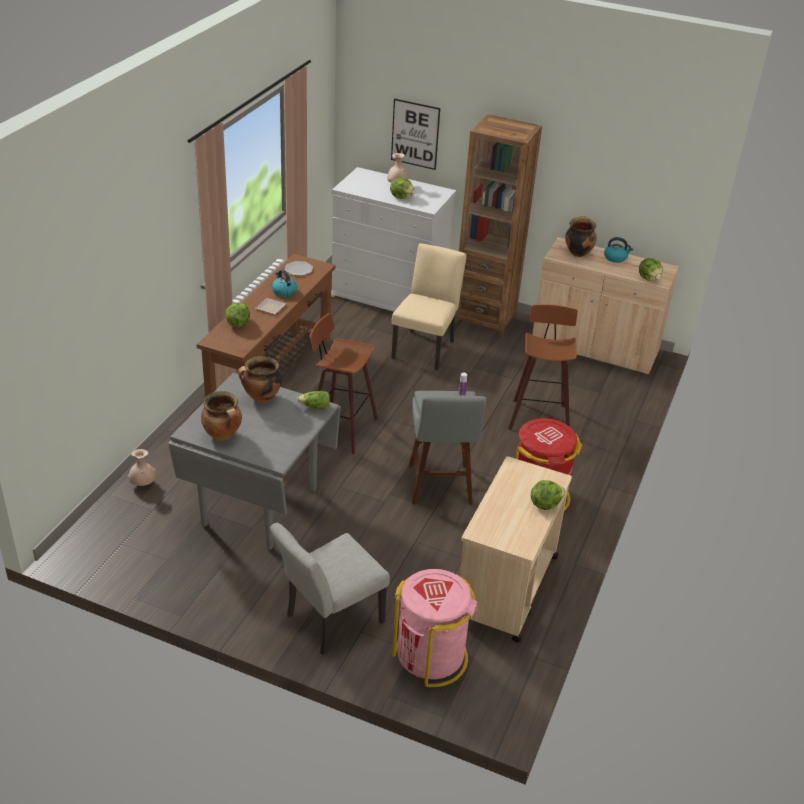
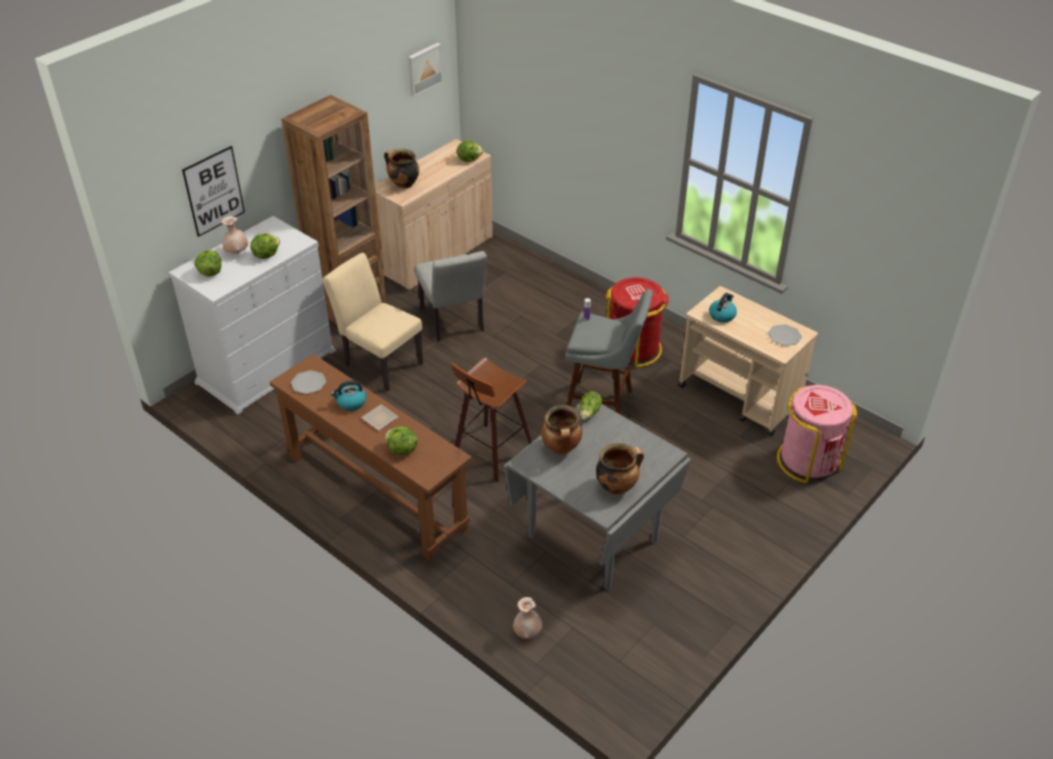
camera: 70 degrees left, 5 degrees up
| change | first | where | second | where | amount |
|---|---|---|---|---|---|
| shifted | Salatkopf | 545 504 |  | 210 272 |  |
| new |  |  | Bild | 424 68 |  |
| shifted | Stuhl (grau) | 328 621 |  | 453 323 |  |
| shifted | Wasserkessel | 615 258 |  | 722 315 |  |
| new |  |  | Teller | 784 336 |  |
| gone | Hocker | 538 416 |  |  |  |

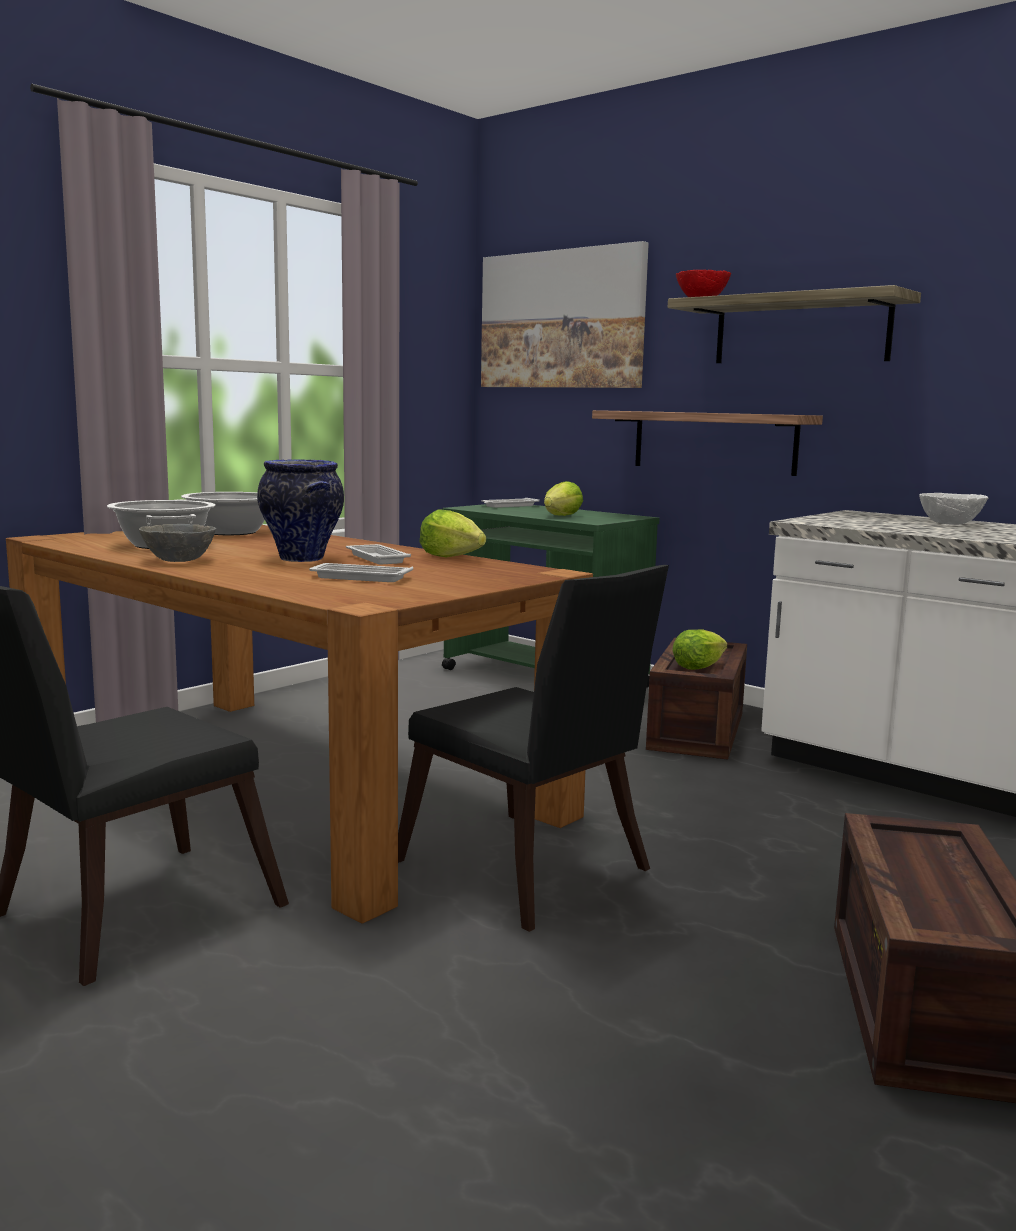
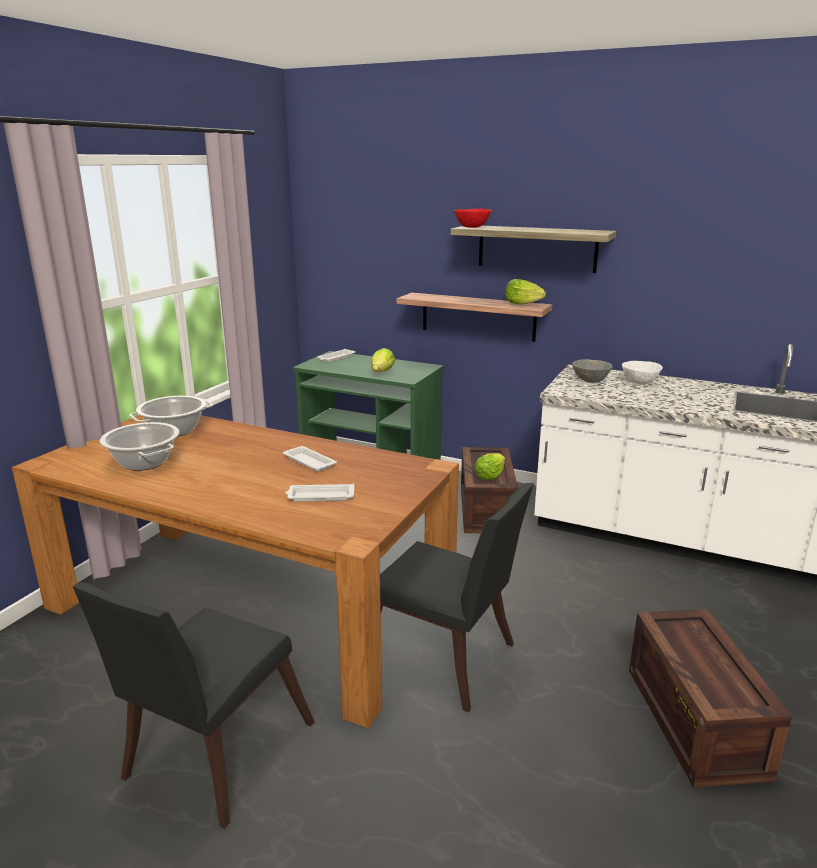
camera: 15 degrees left, 10 degrees up
| change | first | where | second | where | amount |
|---|---|---|---|---|---|
| shifted | Salatkopf | 451 557 |  | 522 304 |  |
| shifted | Schüssel (grau) | 179 560 |  | 590 380 |  |
| gone | Vase | 302 559 |  |  |  |
| gone | Bild | 562 320 |  |  |  |

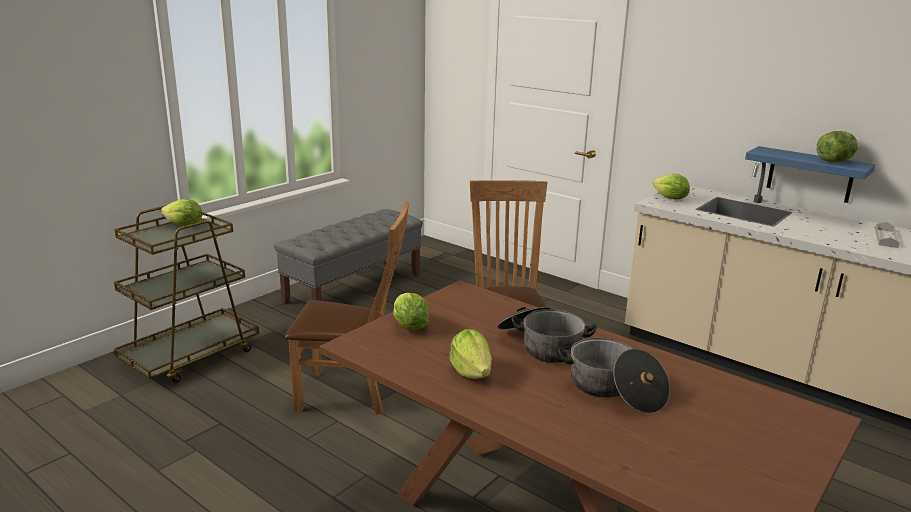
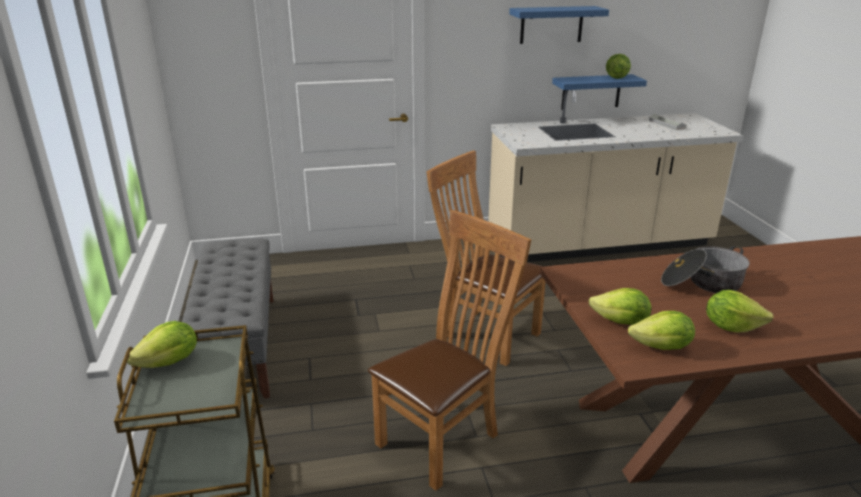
camera: 50 degrees left, 5 degrees up
| change | first | where | second | where | amount |
|---|---|---|---|---|---|
| new |  |  | Wandregal (blau) | 551 25 |  |
| shifted | Salatkopf | 670 199 |  | 662 347 |  |
| gone | Kochtopf | 614 390 |  |  |  |

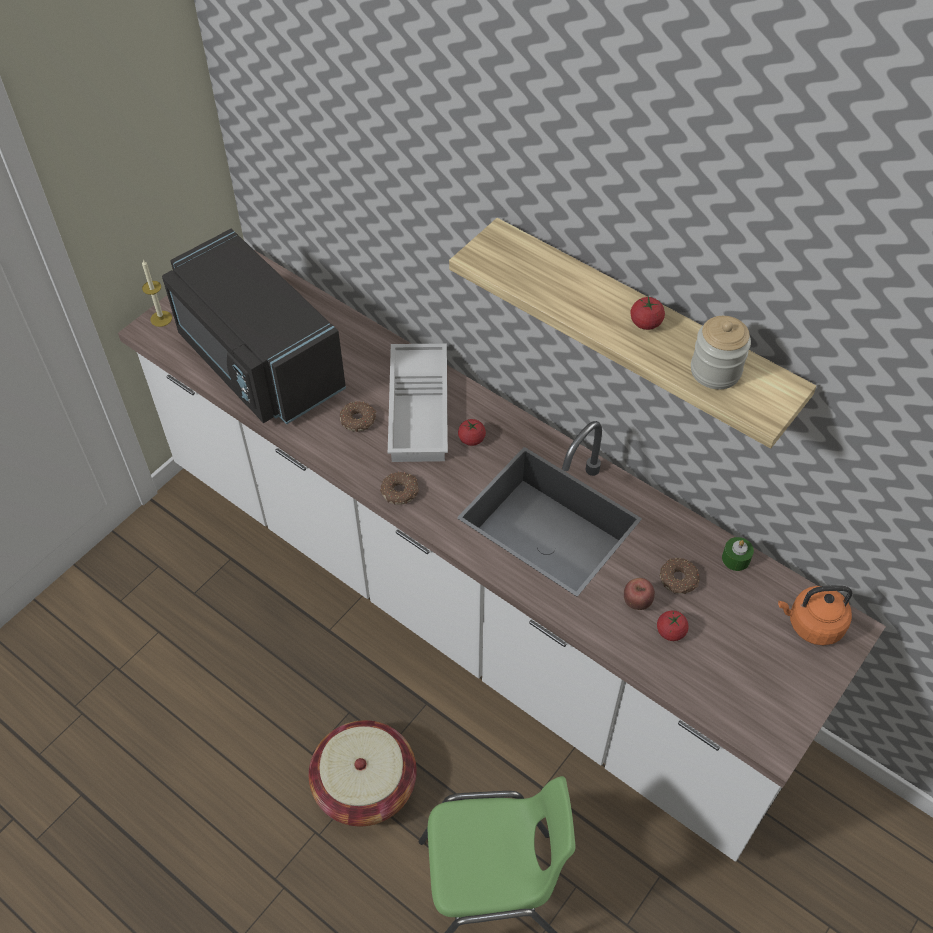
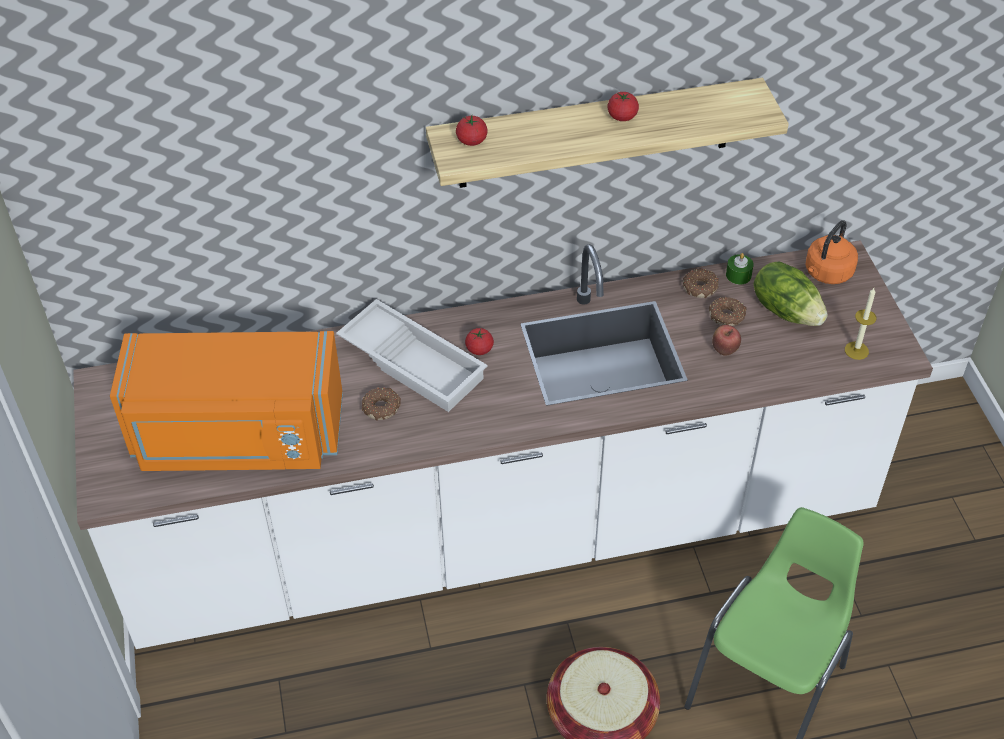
camera: 50 degrees left, 5 degrees down
| change | first | where | second | where | amount |
|---|---|---|---|---|---|
| repainted | Mikrowelle (schwarz) | 257 362 | Mikrowelle (orange) | 238 438 |  |
| shifted | Tomate | 670 631 |  | 472 141 |  |
| shifted | Donut | 400 491 |  | 700 287 |  |
| new |  |  | Salatkopf | 786 310 |  |
| shifted | Kerze | 161 318 |  | 856 350 |  |
| gone | Vorratsglas | 715 371 |  |  |  |

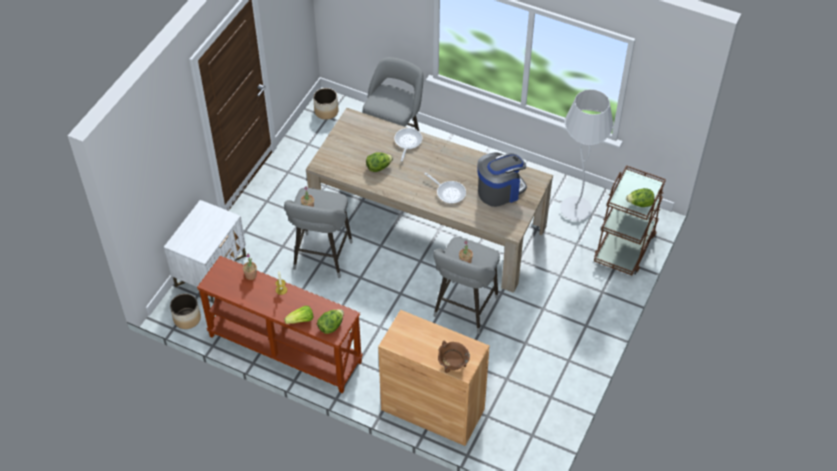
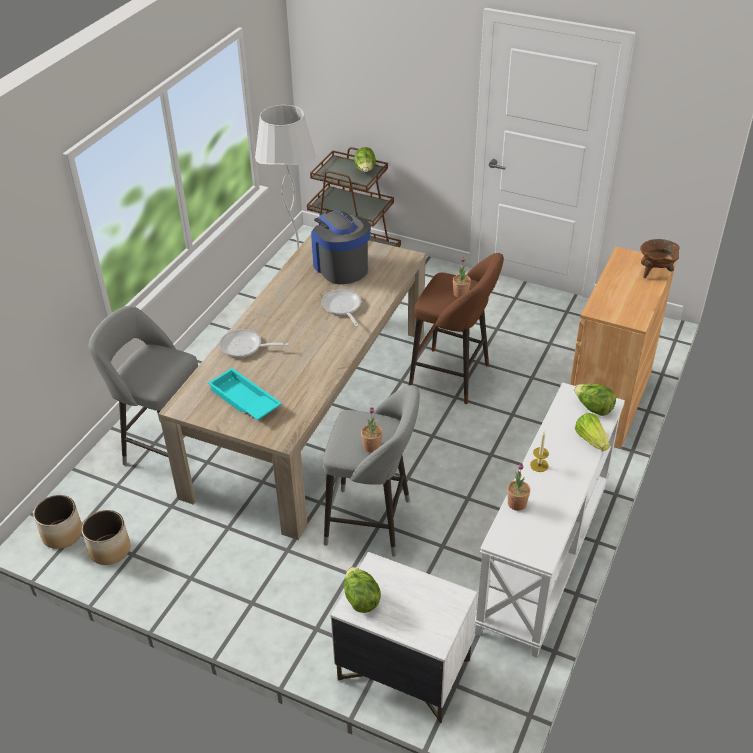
camera: 90 degrees left, 10 degrees down
| change | first | where | second | where | amount |
|---|---|---|---|---|---|
| shifted | Pflanzkübel | 187 319 |  | 110 550 |  |
| new |  |  | Tablett (türkis) | 243 400 |  |
| rotated | Pfanne | 449 192 |  | 342 308 | 60 degrees counterclockwise |
| shifted | Salatkopf | 379 167 |  | 361 599 |  |
| repainted | Hocker (grau) | 464 310 | Hocker (braun) | 454 377 |  |
| repainted | Konsolentisch (braun) | 284 349 | Konsolentisch (weiß) | 545 557 |  |

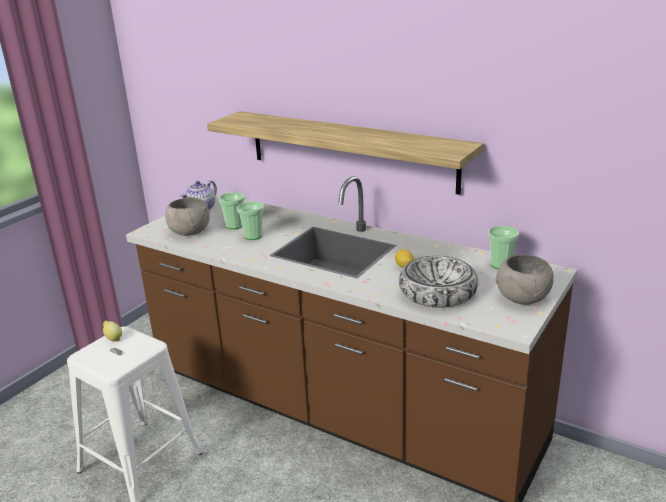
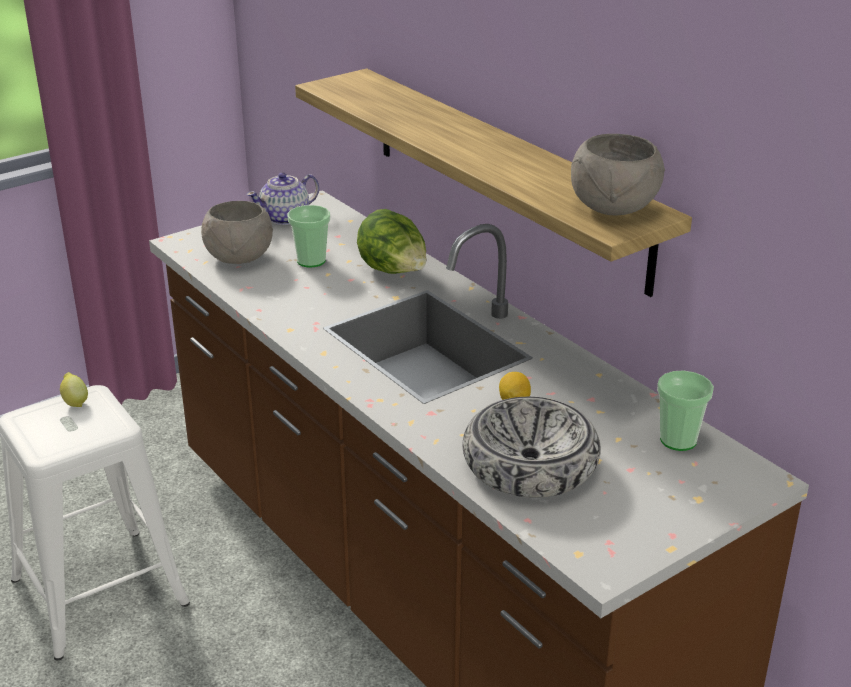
camera: 20 degrees right, 5 degrees up
| change | first | where | second | where | amount |
|---|---|---|---|---|---|
| new |  |  | Salatkopf | 394 272 |  |
| shifted | Schüssel (grau) | 522 298 |  | 612 208 |  |
| gone | Tasse | 253 236 |  |  |  |

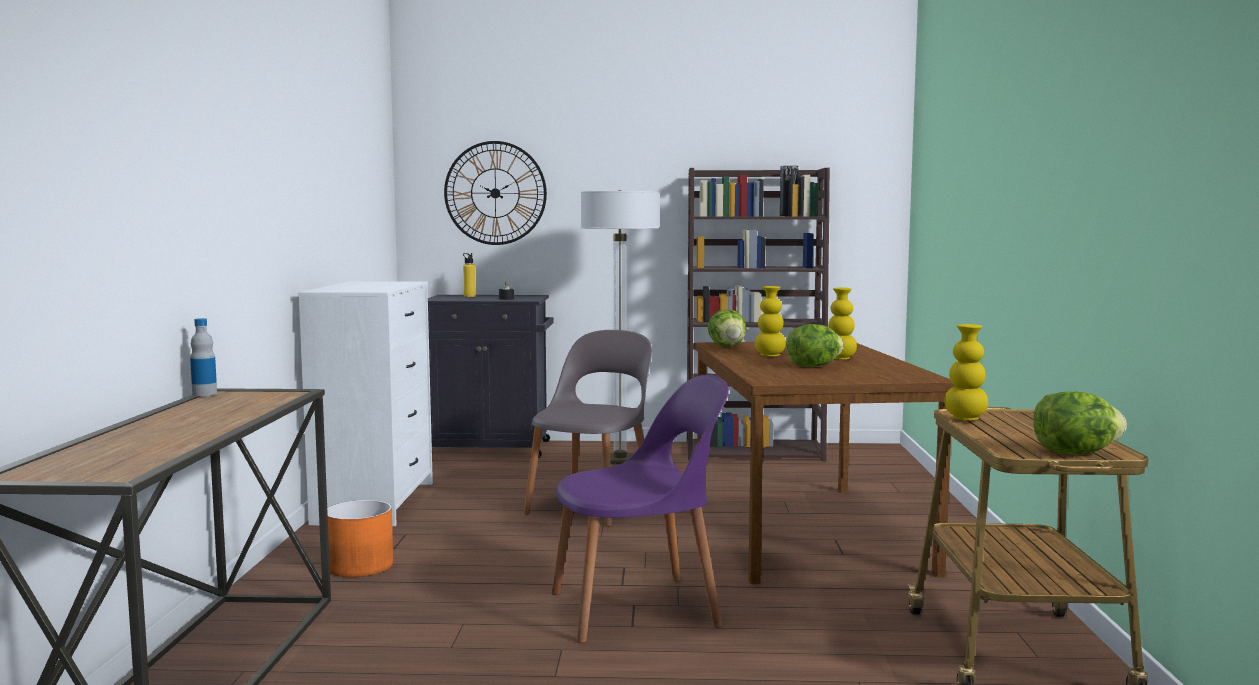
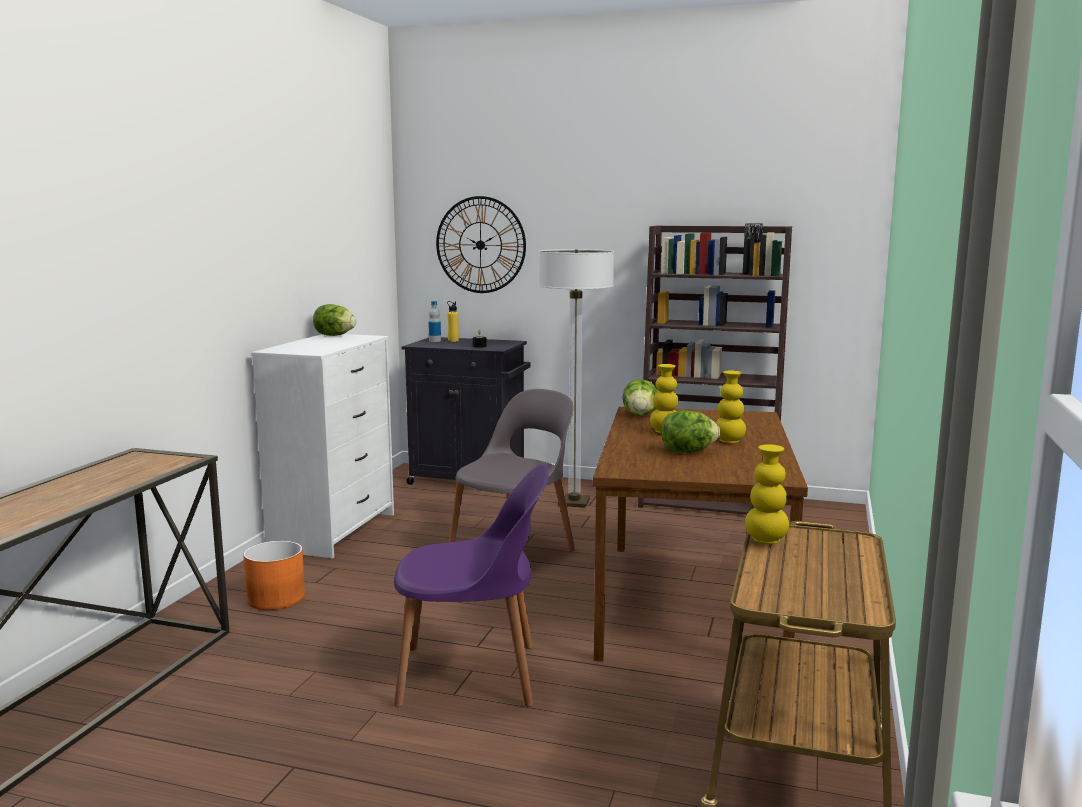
camera: 15 degrees right, 5 degrees up
| change | first | where | second | where | amount |
|---|---|---|---|---|---|
| shifted | Salatkopf | 1075 453 |  | 334 335 |  |
| shifted | Flasche | 204 394 |  | 435 341 |  |

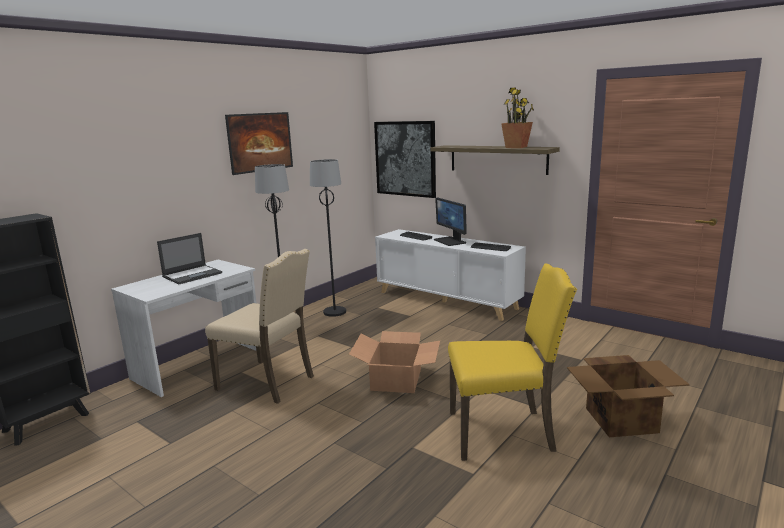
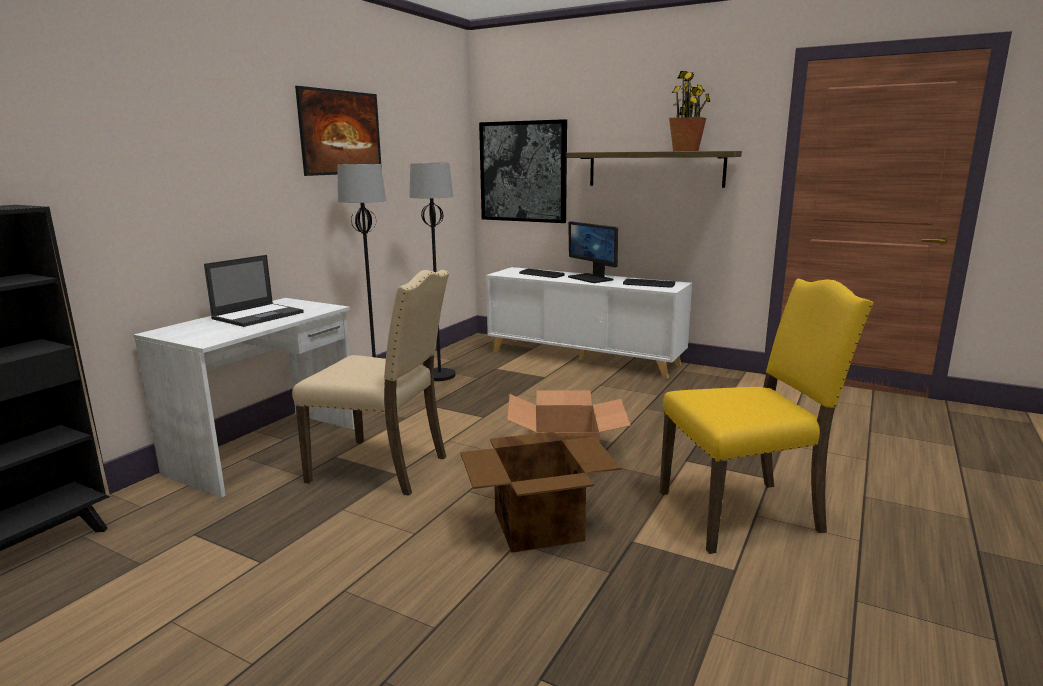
camera: 10 degrees left, 0 degrees up
| change | first | where | second | where | amount |
|---|---|---|---|---|---|
| shifted | Karton | 622 420 |  | 539 525 |  |

